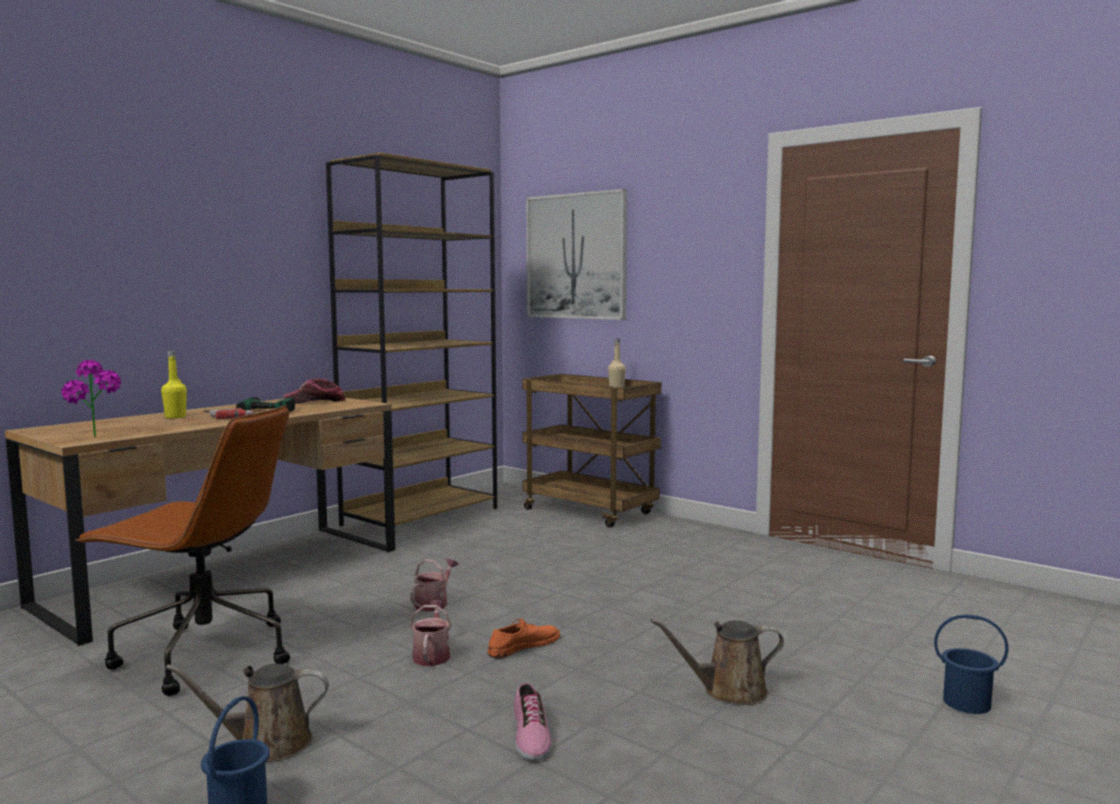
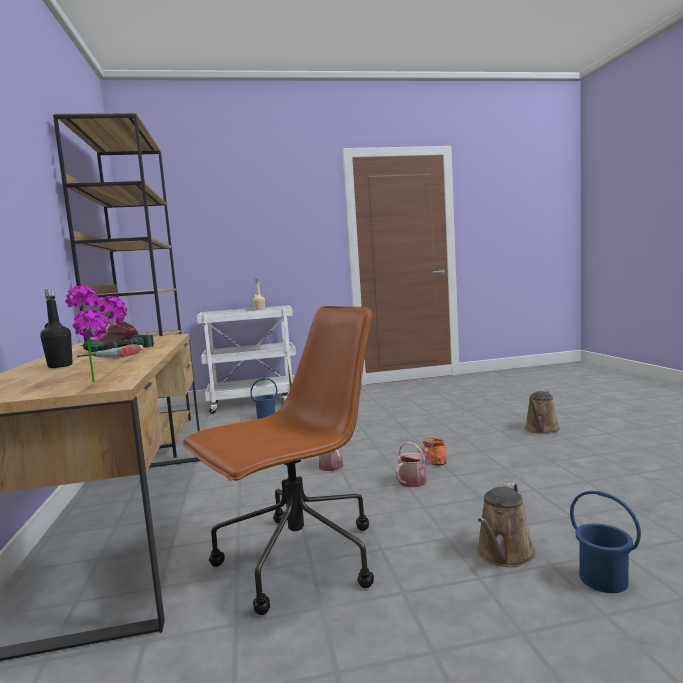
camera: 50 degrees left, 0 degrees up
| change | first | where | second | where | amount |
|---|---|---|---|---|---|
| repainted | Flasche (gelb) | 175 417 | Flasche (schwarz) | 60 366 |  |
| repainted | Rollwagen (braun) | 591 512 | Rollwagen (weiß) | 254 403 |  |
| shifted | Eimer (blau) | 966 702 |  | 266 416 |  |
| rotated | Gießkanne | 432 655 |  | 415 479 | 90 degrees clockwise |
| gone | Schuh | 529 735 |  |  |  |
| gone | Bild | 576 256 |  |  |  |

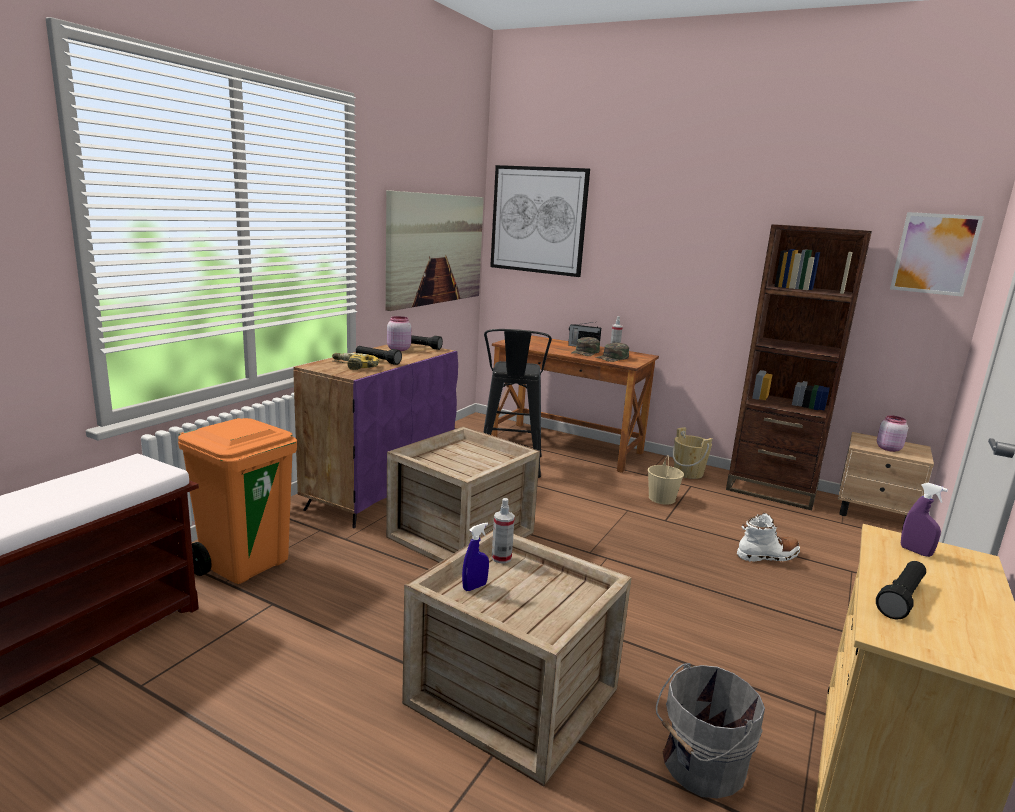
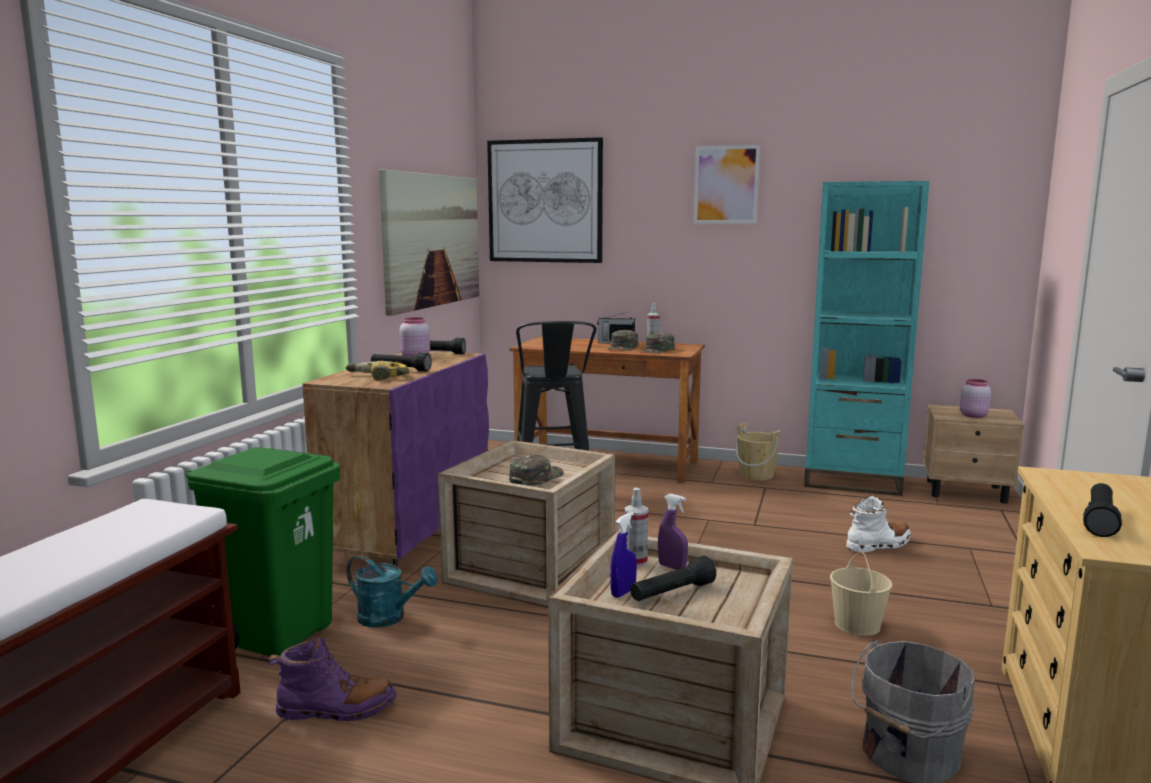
camera: 10 degrees left, 5 degrees down
| change | first | where | second | where | amount |
|---|---|---|---|---|---|
| repainted | Mülleimer (orange) | 245 564 | Mülleimer (grün) | 277 635 |  |
| new |  |  | Stiefel (lila) | 336 709 |  |
| new |  |  | Gießkanne (türkis) | 389 618 |  |
| new |  |  | Kappe (grün) | 535 477 |  |
| new |  |  | Taschenlampe (schwarz) | 672 593 |  |
| shifted | Sprühflasche (lila) | 915 551 |  | 672 567 |  |
| shifted | Bild | 934 254 |  | 726 185 |  |
| repainted | Bücherregal (braun) | 771 490 | Bücherregal (türkis) | 852 481 |  |
| shifted | Eimer (beige) | 662 499 |  | 858 625 |  |

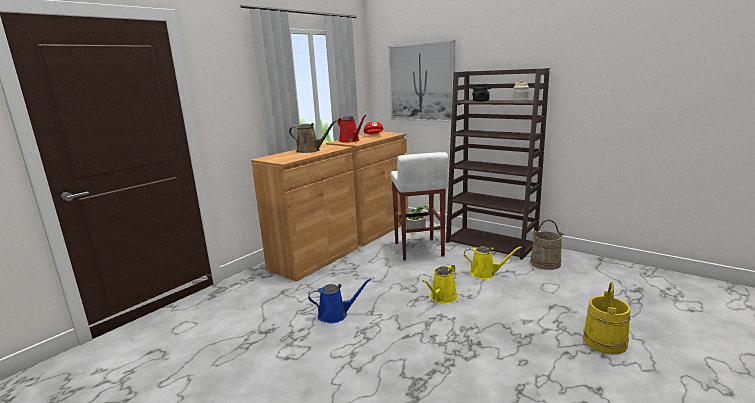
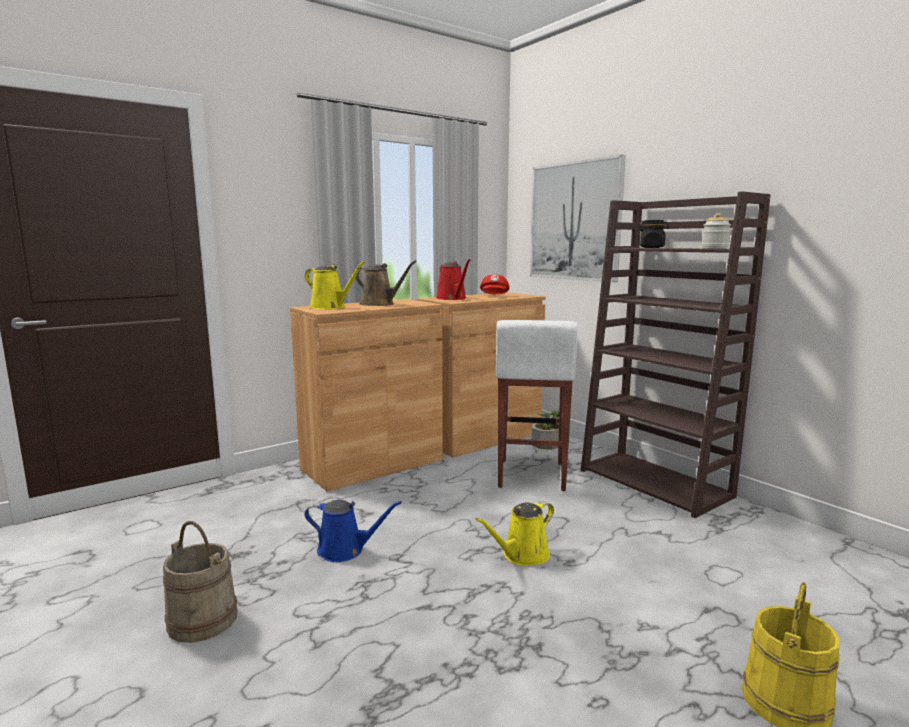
camera: 15 degrees right, 5 degrees down
| change | first | where | second | where | amount |
|---|---|---|---|---|---|
| shifted | Eimer (beige) | 545 263 |  | 203 619 |  |
| shifted | Gießkanne (gelb) | 485 273 |  | 330 307 |  |

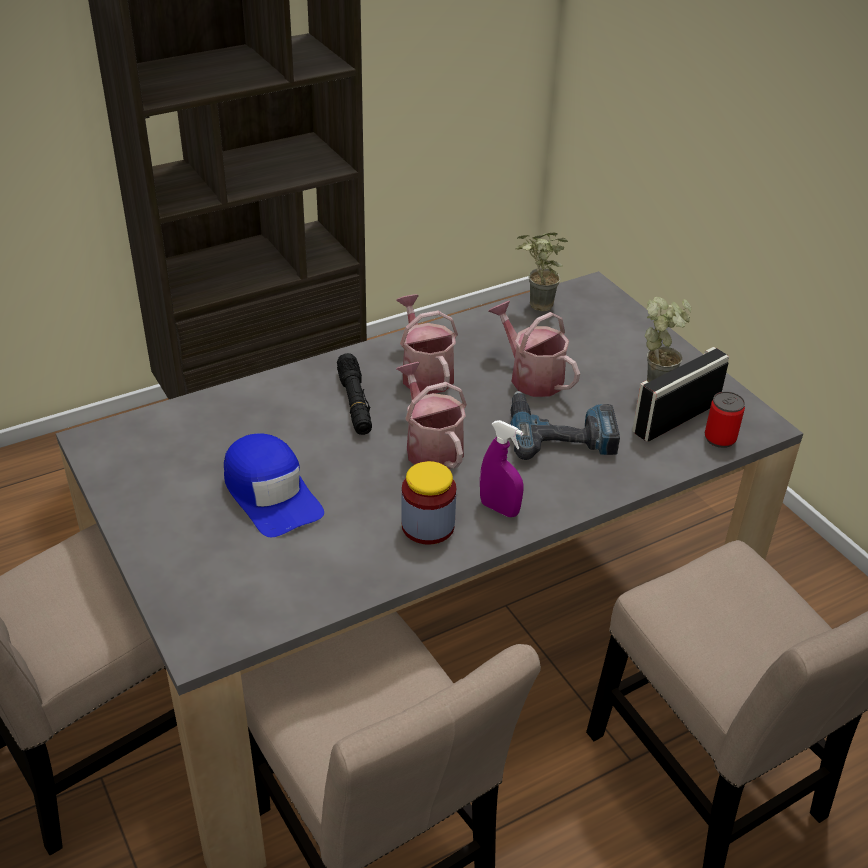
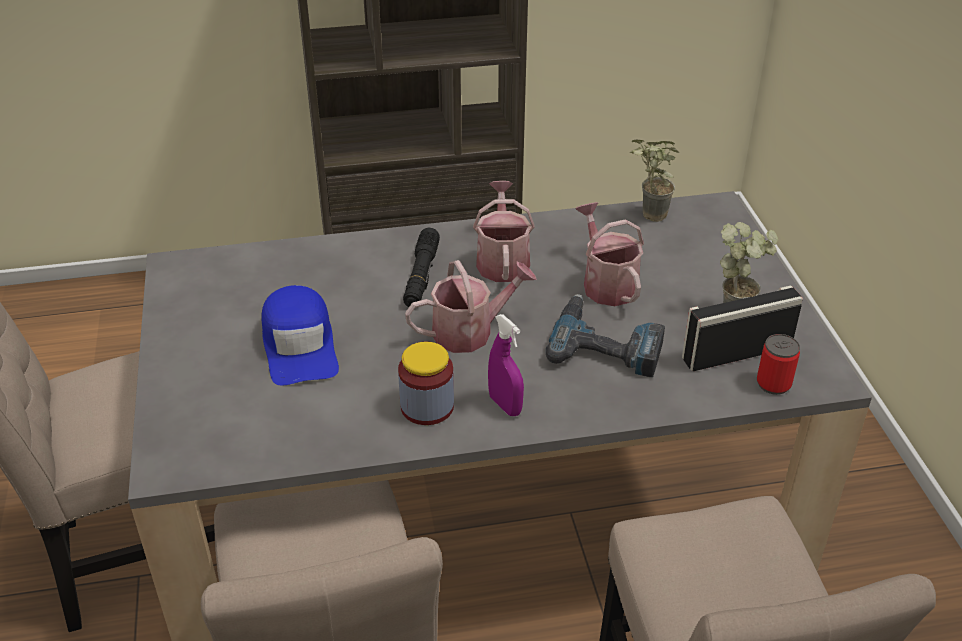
camera: 20 degrees right, 0 degrees up
| change | first | where | second | where | amount |
|---|---|---|---|---|---|
| rotated | Gießkanne | 430 446 |  | 470 331 | 75 degrees clockwise |

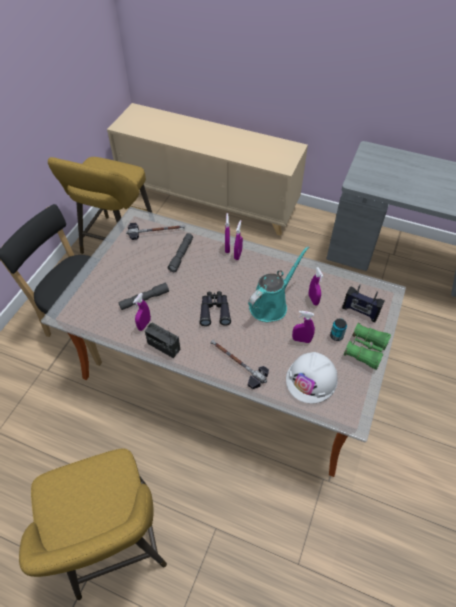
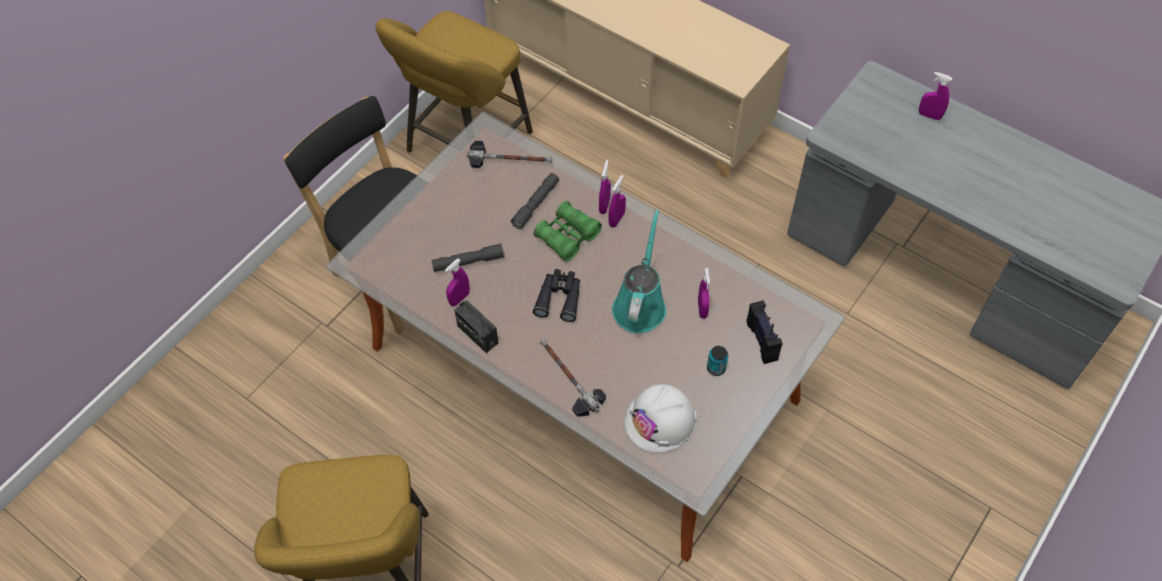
camera: 15 degrees right, 5 degrees up
| change | first | where | second | where | amount |
|---|---|---|---|---|---|
| shifted | Fernglas (grün) | 365 350 |  | 567 237 |  |
| rotated | Gießkanne (türkis) | 271 304 |  | 640 304 | 45 degrees counterclockwise |
| rotated | Radio | 360 312 |  | 762 340 | 150 degrees counterclockwise |
| shifted | Sprühflasche (lila) | 301 340 |  | 929 115 |  |

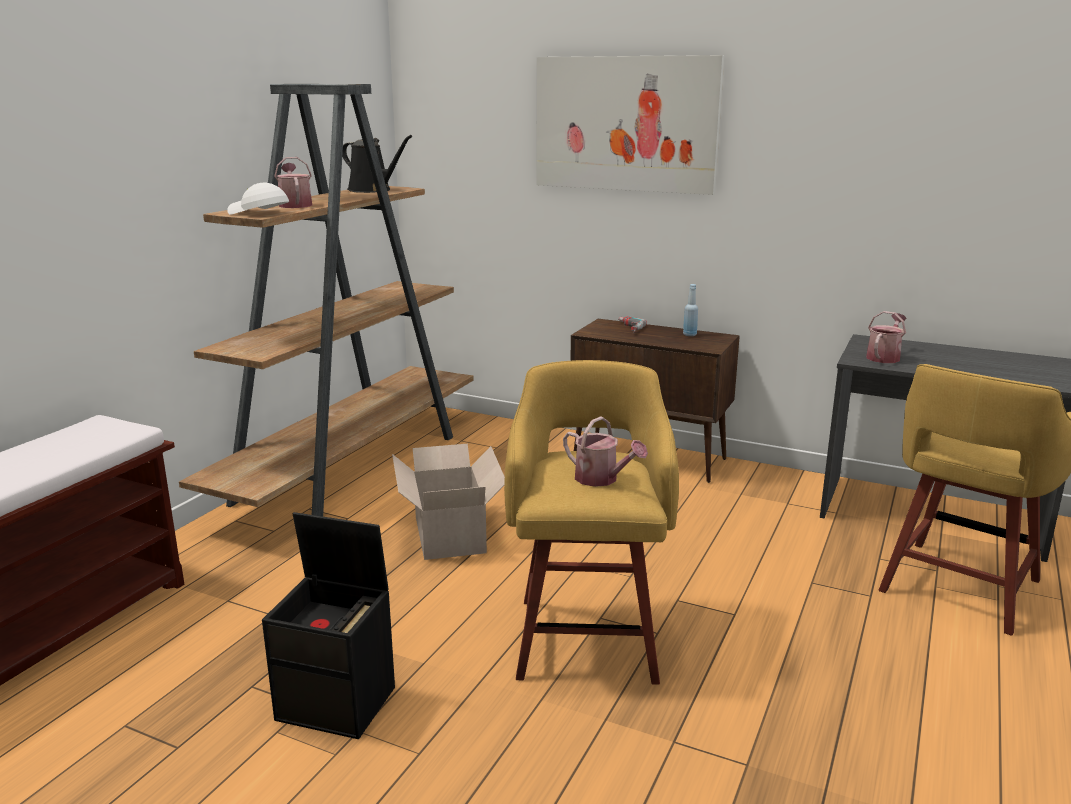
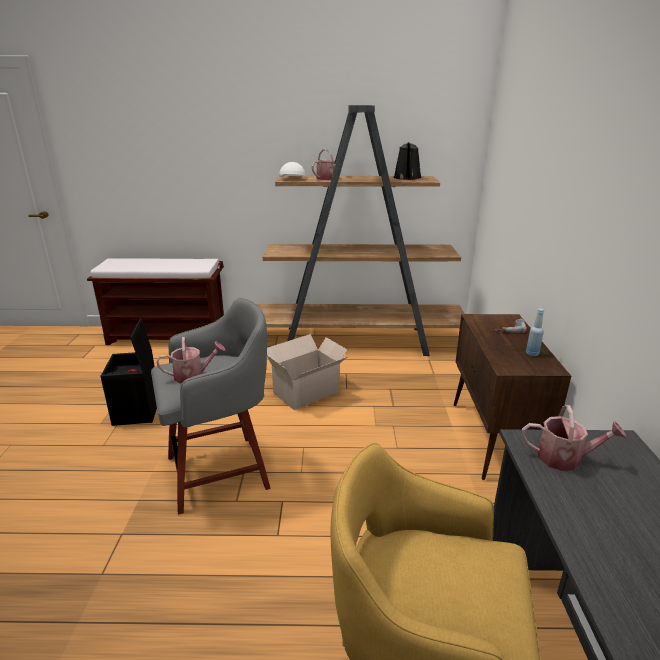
camera: 65 degrees right, 5 degrees up
| change | first | where | second | where | amount |
|---|---|---|---|---|---|
| repainted | Hocker (gelb) | 588 635 | Hocker (grau) | 221 471 |  |
| rotated | Gießkanne | 601 479 |  | 193 375 | 120 degrees counterclockwise |
| gone | Bild | 625 124 |  |  |  |

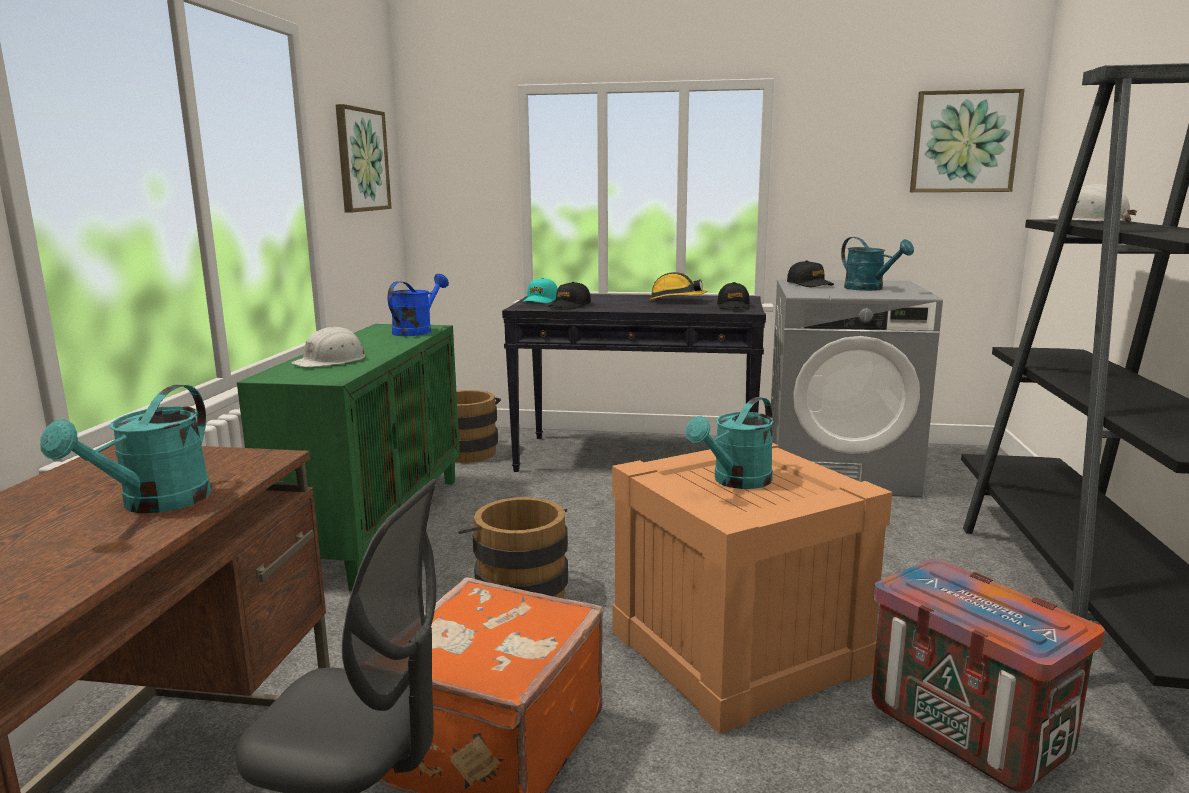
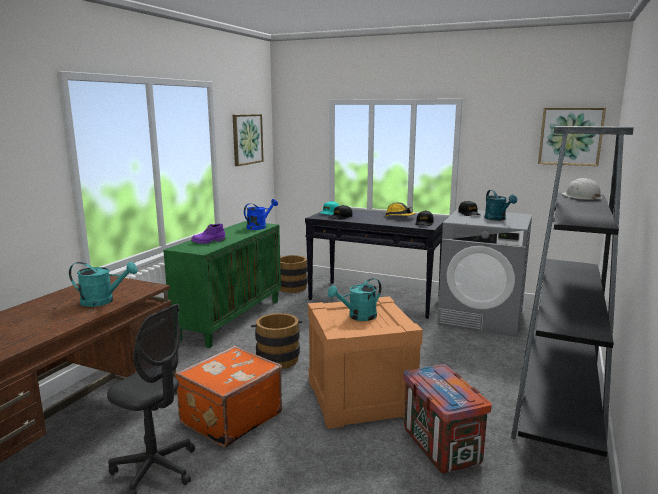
camera: 15 degrees right, 0 degrees up
| change | first | where | second | where | amount |
|---|---|---|---|---|---|
| rotated | Gießkanne (türkis) | 155 504 |  | 103 301 | 120 degrees counterclockwise |
| swapped | Schutzhelm (weiß) | 331 361 | Stiefel (lila) | 208 241 |  |

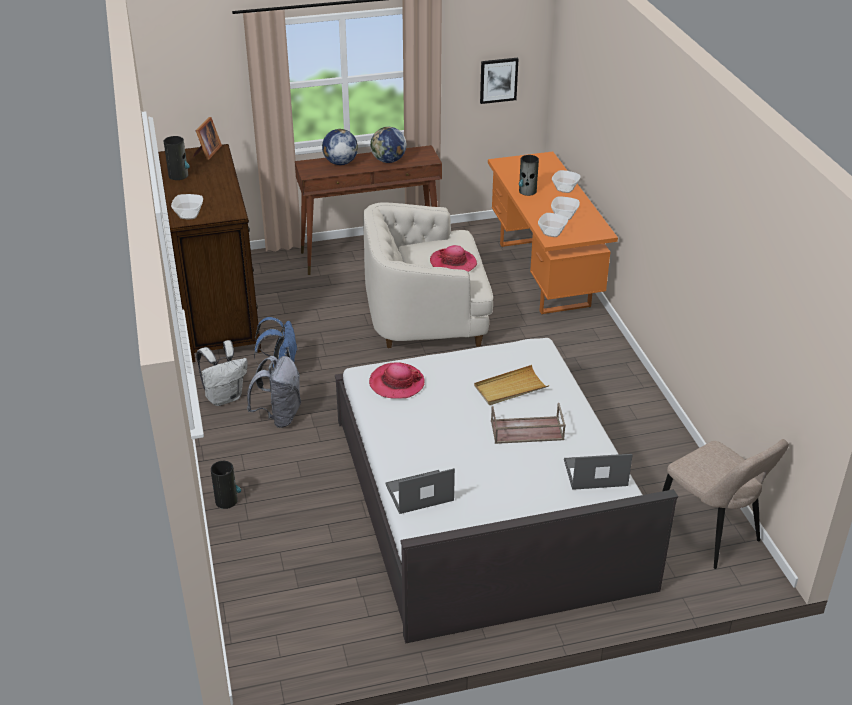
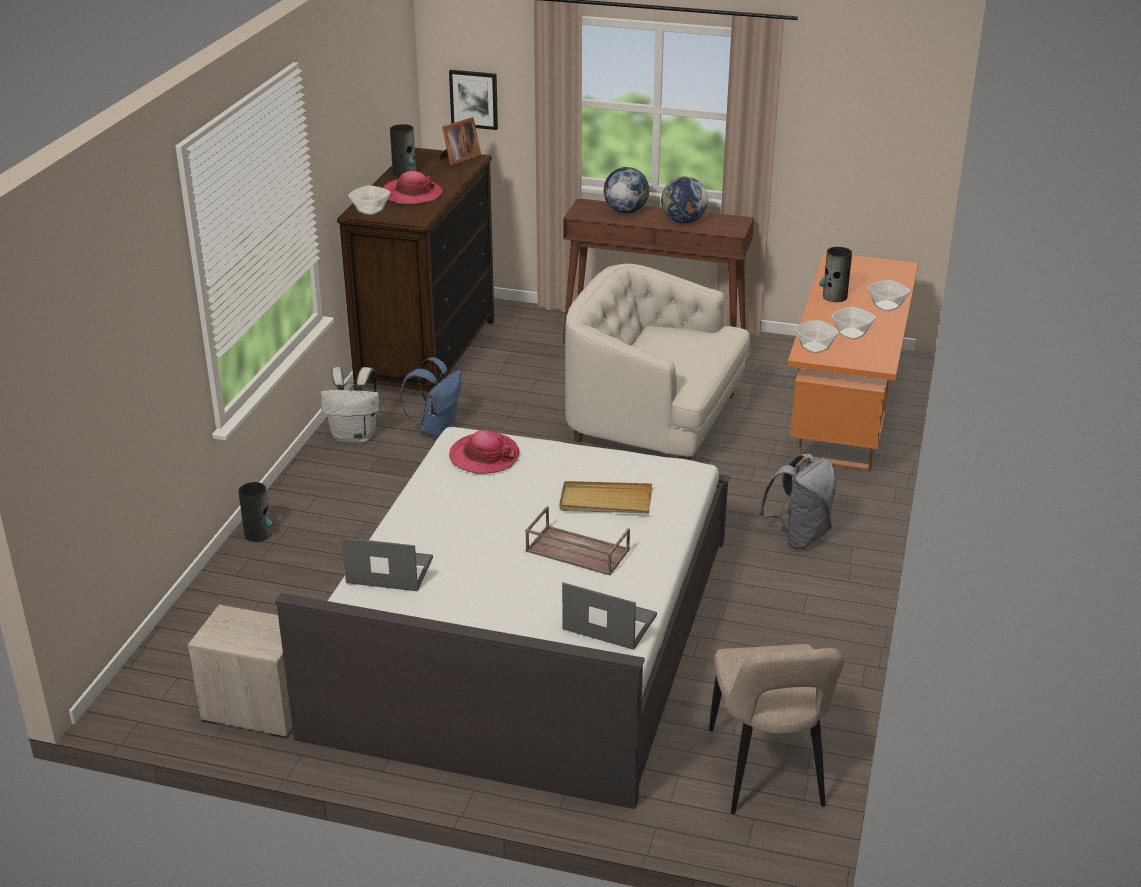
camera: 30 degrees right, 5 degrees down
| change | first | where | second | where | amount |
|---|---|---|---|---|---|
| new |  |  | Nachttisch | 256 708 |  |
| shifted | Hut | 453 263 |  | 412 194 |  |
| shifted | Bild | 498 80 |  | 474 99 |  |
| shifted | Rucksack (grau) | 279 416 |  | 798 536 |  |

